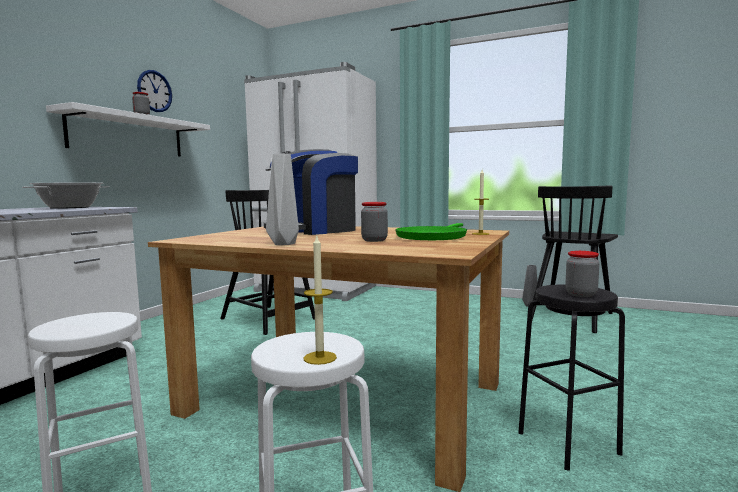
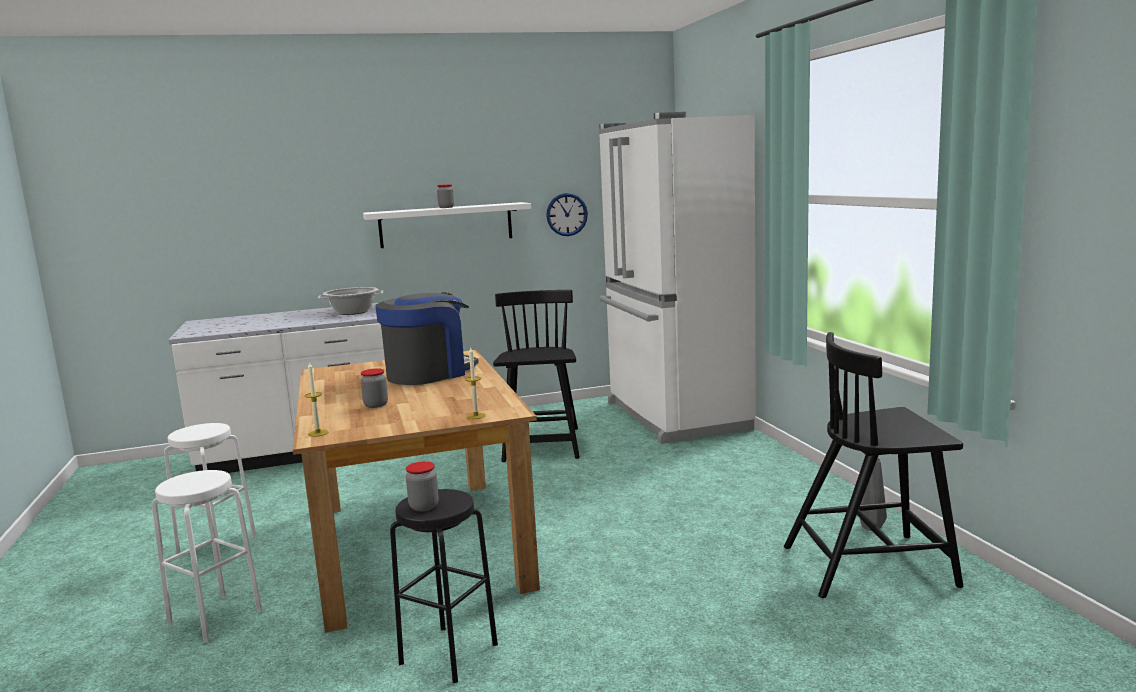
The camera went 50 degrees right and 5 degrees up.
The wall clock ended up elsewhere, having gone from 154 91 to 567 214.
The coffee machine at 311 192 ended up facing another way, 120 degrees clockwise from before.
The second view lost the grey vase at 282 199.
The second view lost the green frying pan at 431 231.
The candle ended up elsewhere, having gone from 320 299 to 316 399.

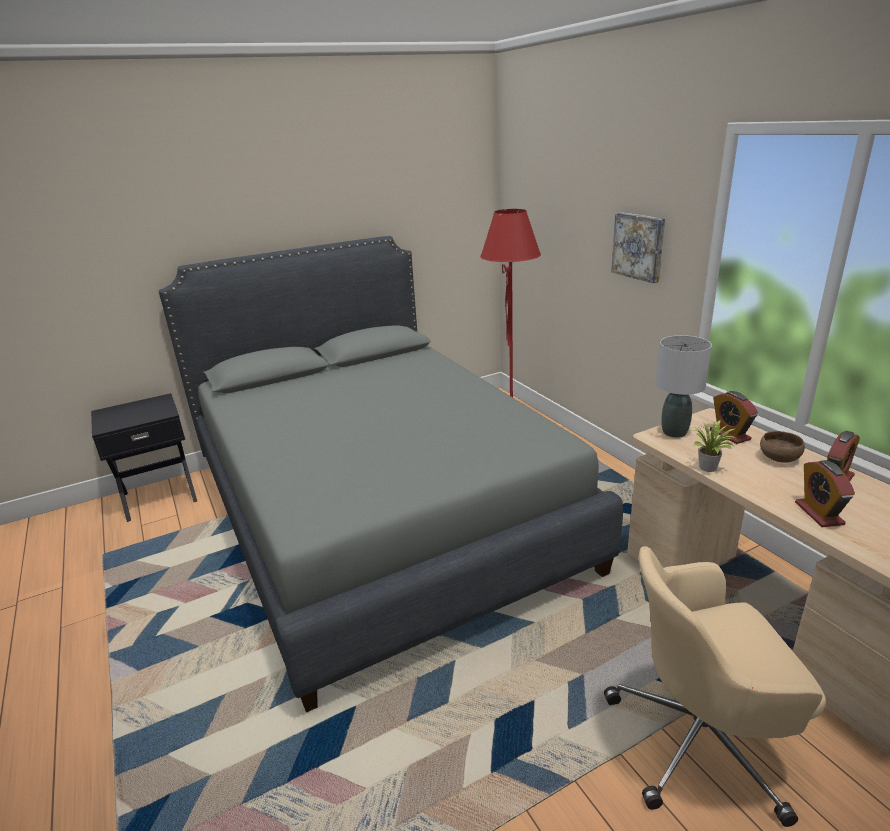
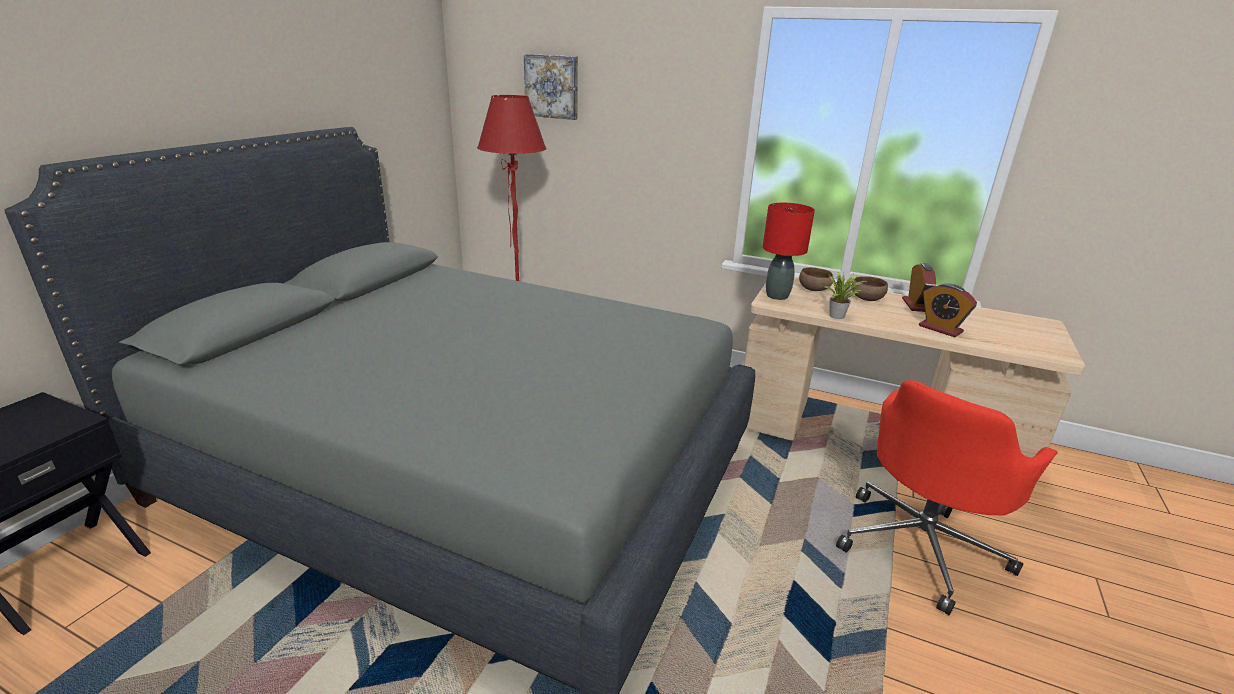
The camera went 40 degrees left and 0 degrees up.
The picture ended up elsewhere, having gone from 638 247 to 551 87.
What was the grey table lamp at 684 386 turned into the red table lamp at 789 251.
Where the alarm clock stood at 734 417, the brown bowl came to stand at 816 279.
What was the beige office chair at 715 686 turned into the red office chair at 947 497.

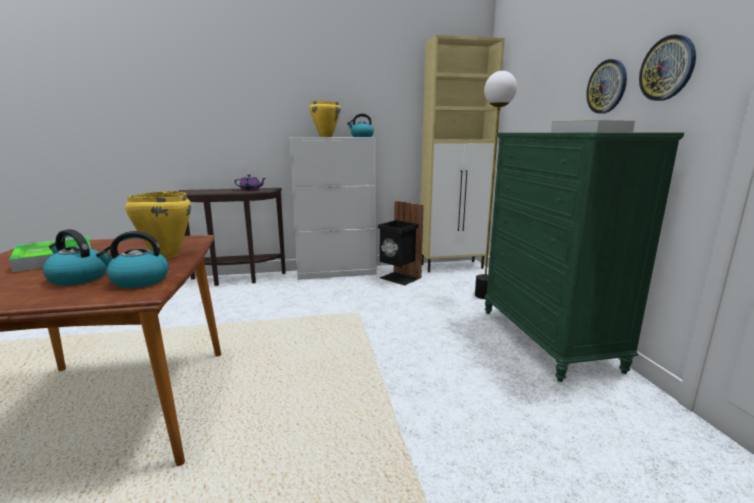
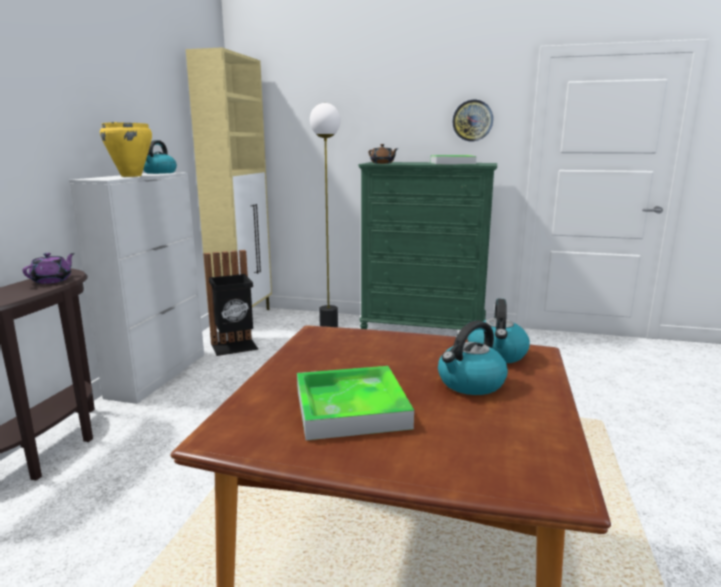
The camera went 65 degrees left and 0 degrees up.
The second view lost the wall clock at 606 86.
The second view lost the yellow cooking pot at 158 225.
The second view gained the brown teapot at 384 154.

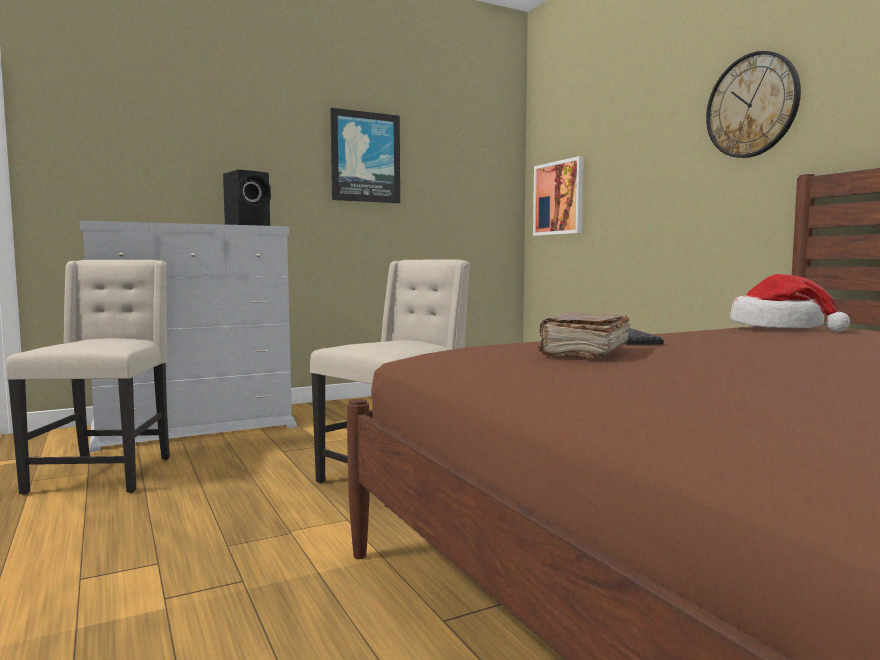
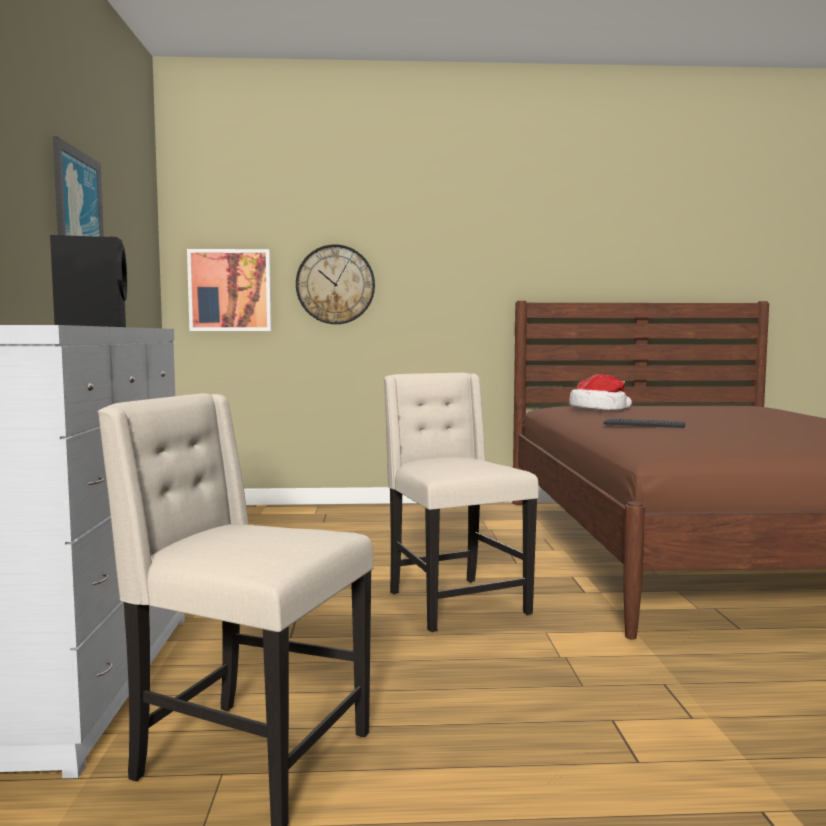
The camera went 65 degrees left and 0 degrees up.
The wall clock ended up elsewhere, having gone from 753 104 to 335 284.
The second view lost the brown book at 584 335.

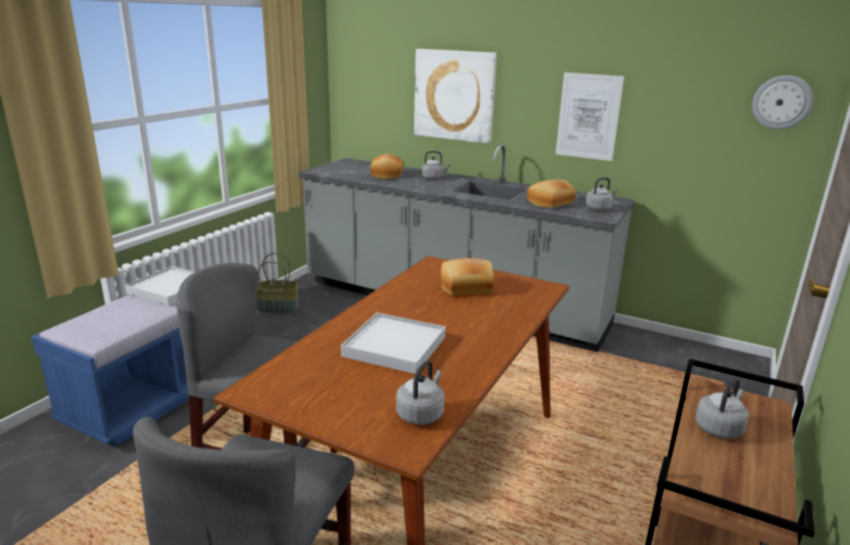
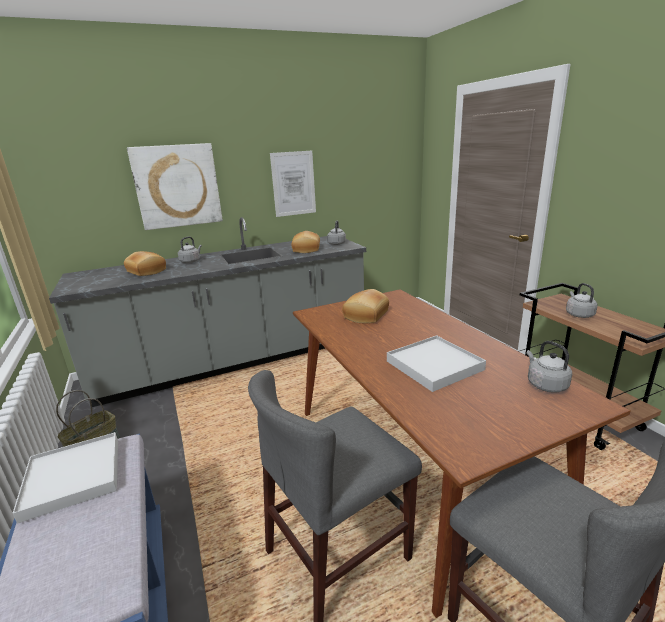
The camera went 50 degrees left and 0 degrees up.
The second view lost the wall clock at 782 102.

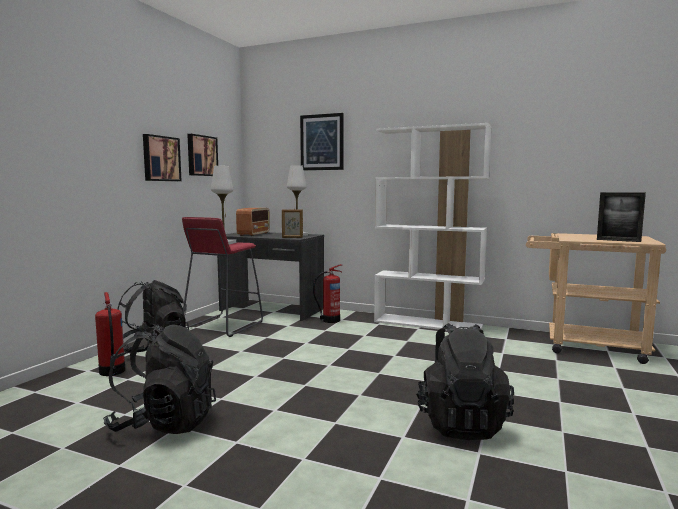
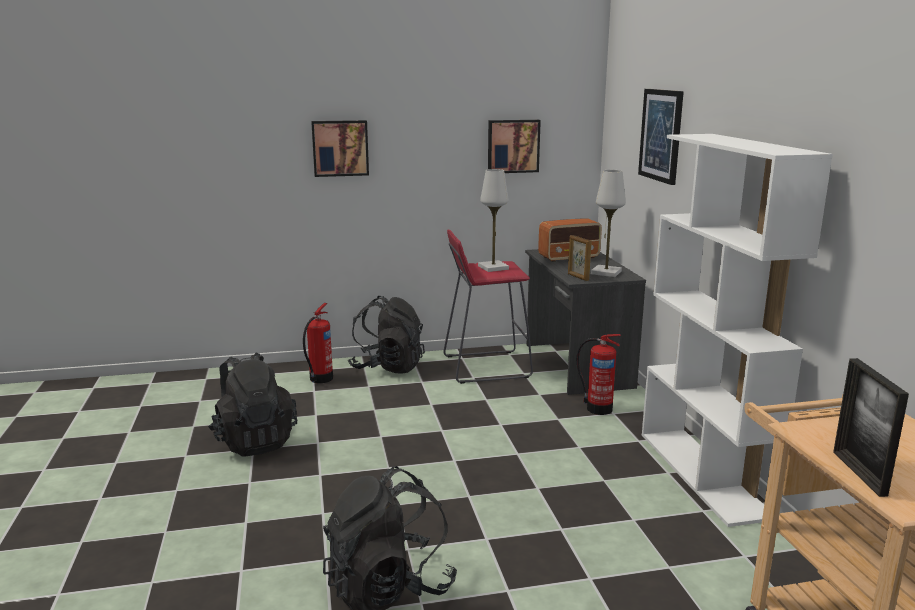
The camera went 55 degrees right and 10 degrees up.
The picture ended up elsewhere, having gone from 162 157 to 340 148.

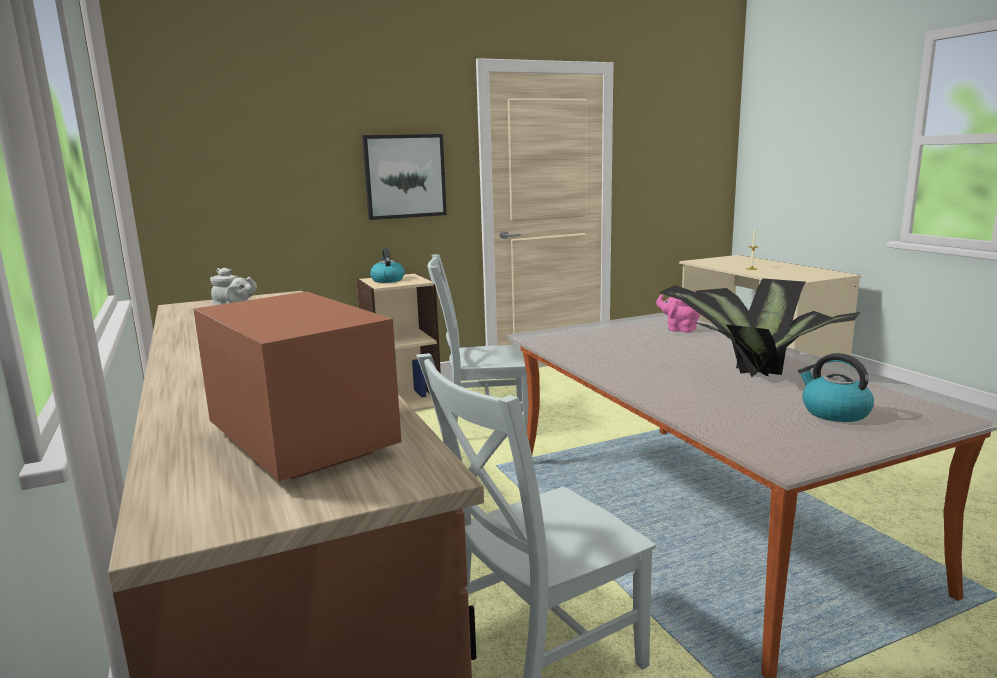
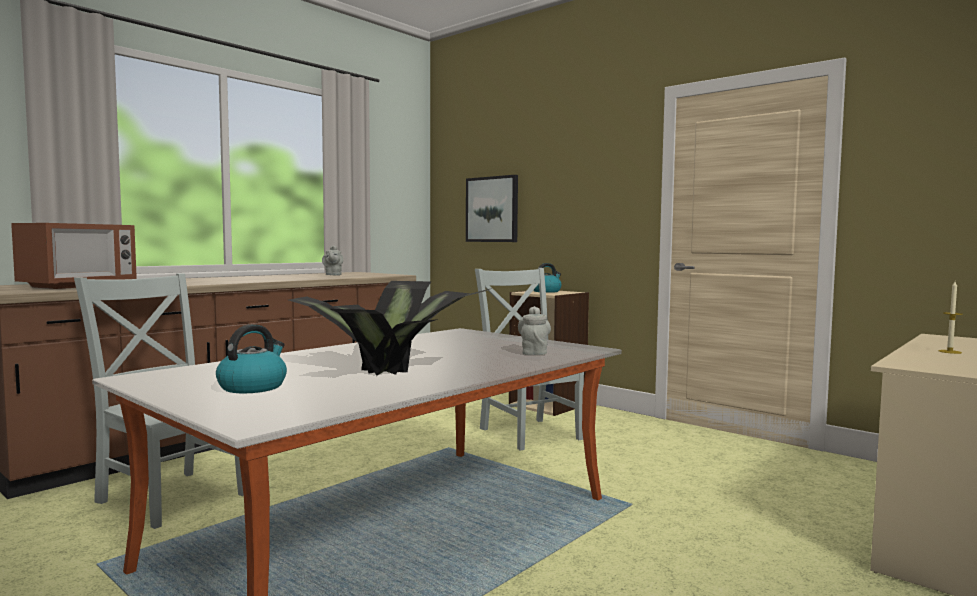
The camera went 65 degrees right and 10 degrees down.
The picture ended up elsewhere, having gone from 404 177 to 492 208.
What was the pink teapot at 678 312 turned into the grey teapot at 534 330.

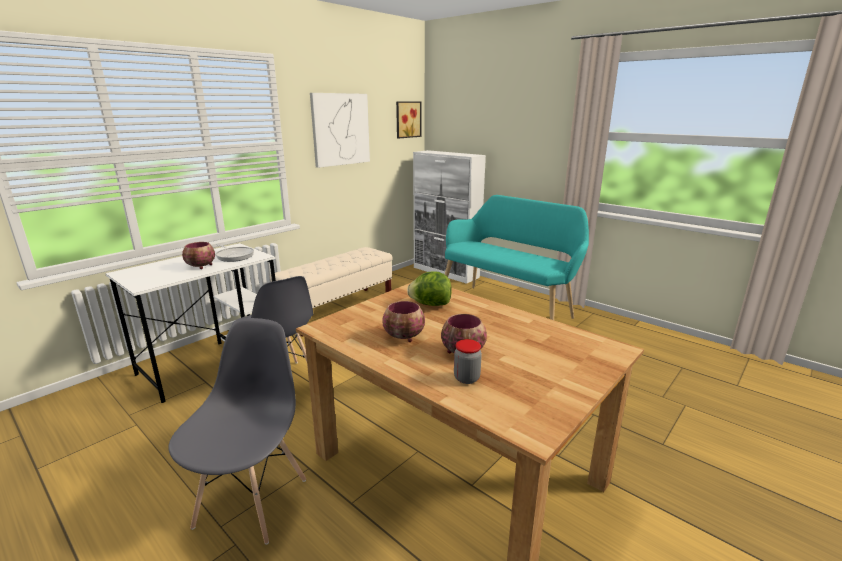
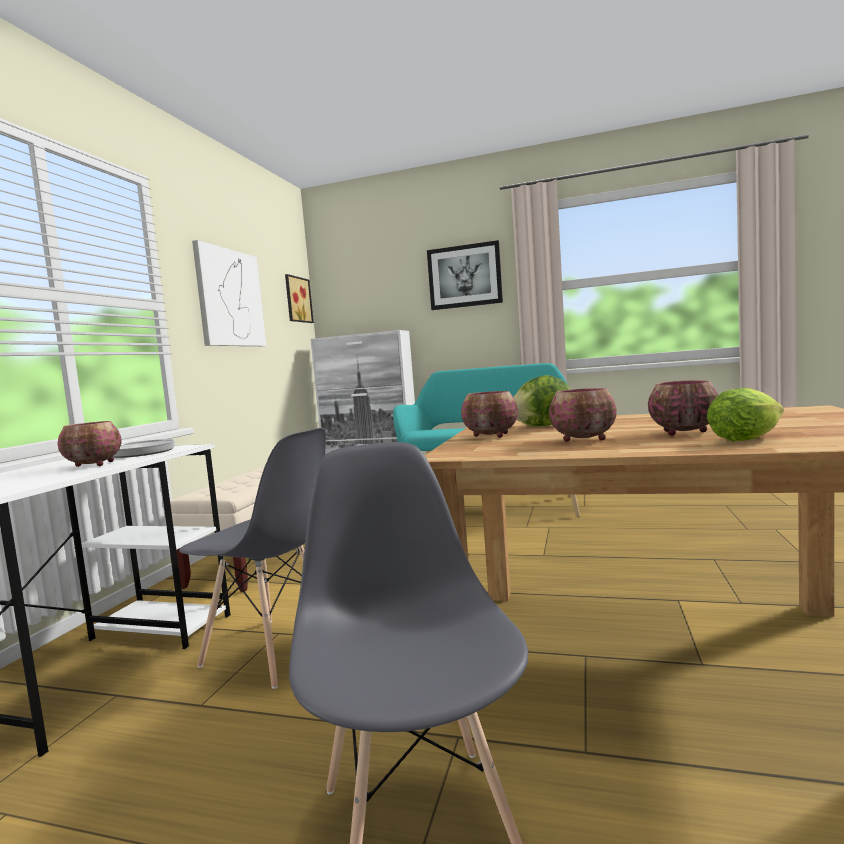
The camera went 25 degrees left and 15 degrees down.
Where the jar stood at 468 361, the lettuce came to stand at 745 414.
The second view gained the picture at 465 275.
The second view gained the bowl at 489 414.

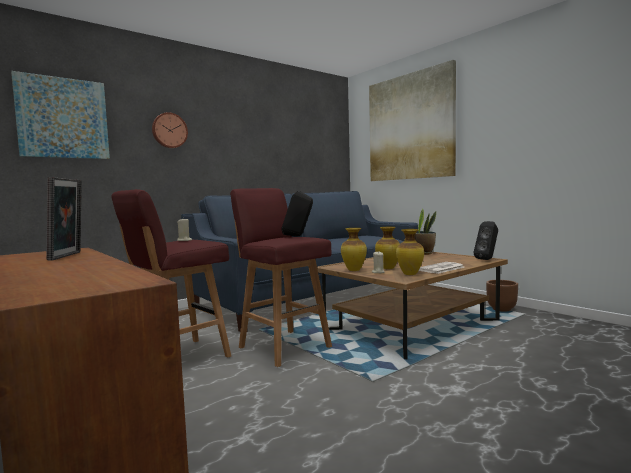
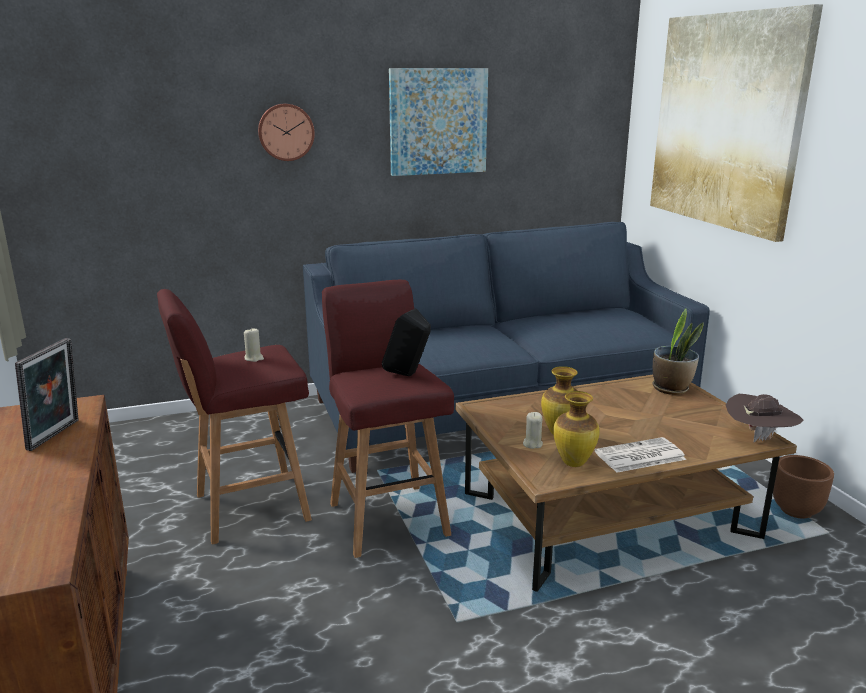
The camera went 20 degrees right and 15 degrees up.
The picture ended up elsewhere, having gone from 60 115 to 438 122.
Where the black speaker stood at 486 240, the brown hat came to stand at 765 418.
The second view lost the vase at 354 249.

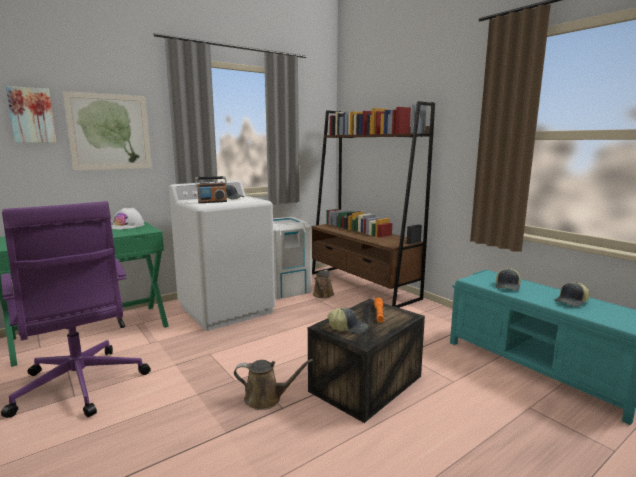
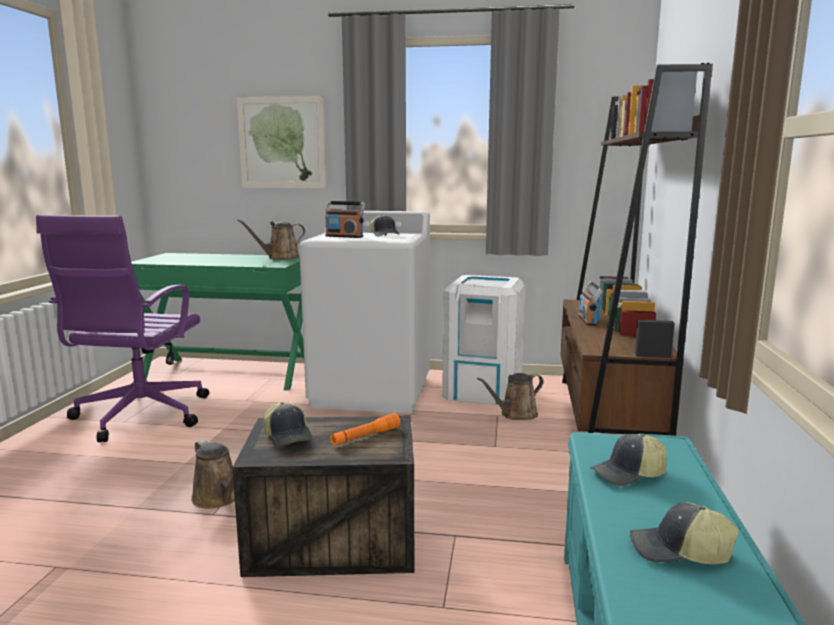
The camera went 45 degrees right and 0 degrees up.
The second view lost the picture at 31 114.
Where the white hard hat stood at 127 219, the brown watering can came to stand at 271 240.
The second view gained the radio at 590 303.

